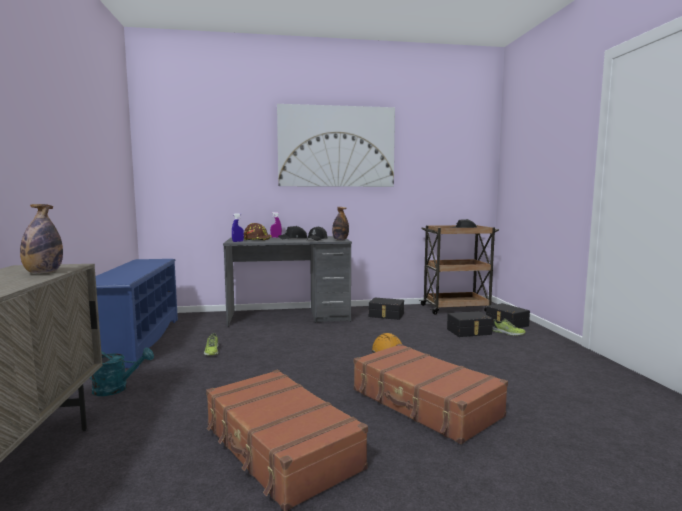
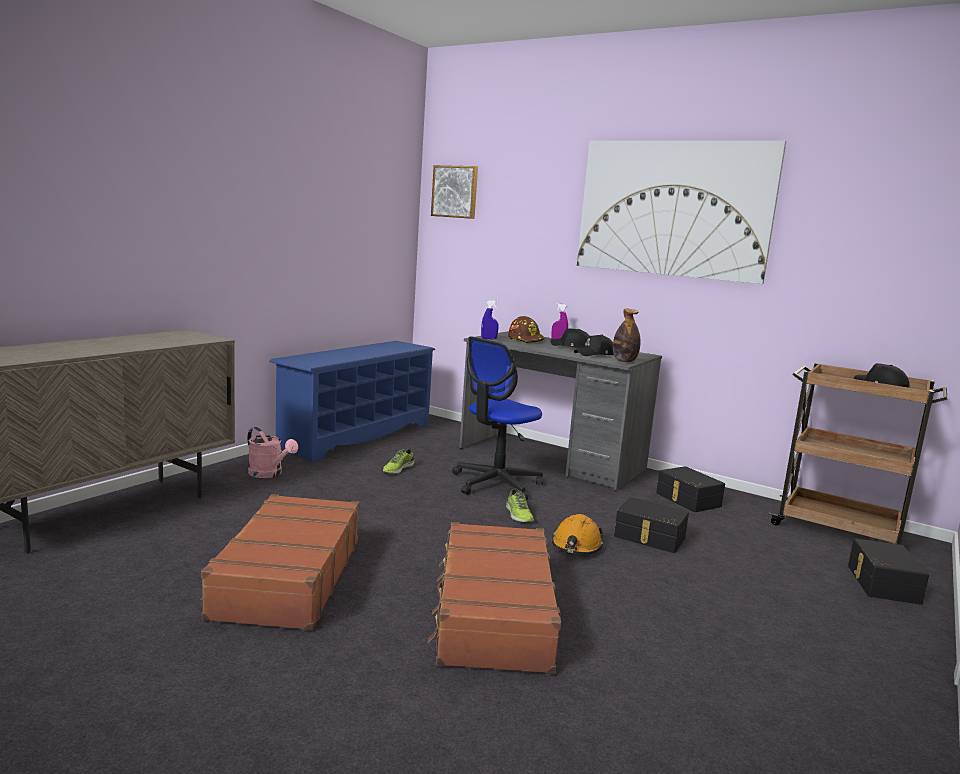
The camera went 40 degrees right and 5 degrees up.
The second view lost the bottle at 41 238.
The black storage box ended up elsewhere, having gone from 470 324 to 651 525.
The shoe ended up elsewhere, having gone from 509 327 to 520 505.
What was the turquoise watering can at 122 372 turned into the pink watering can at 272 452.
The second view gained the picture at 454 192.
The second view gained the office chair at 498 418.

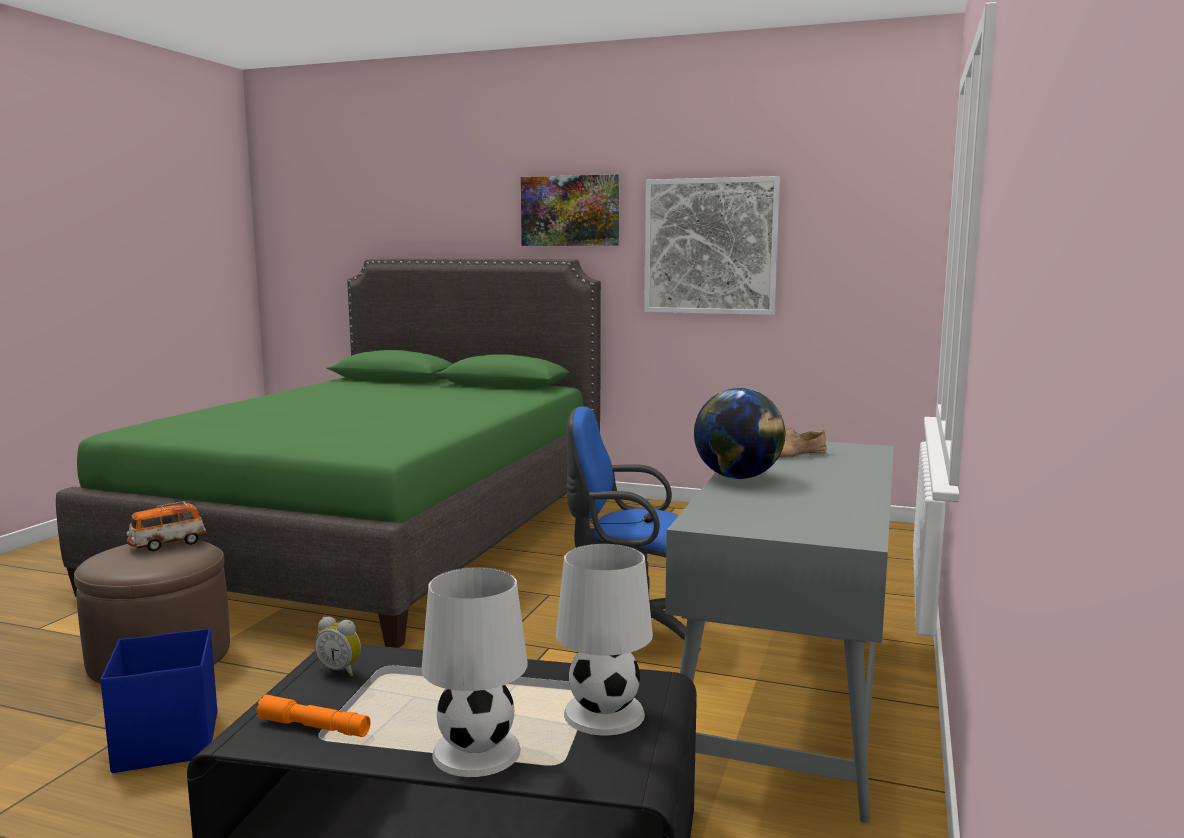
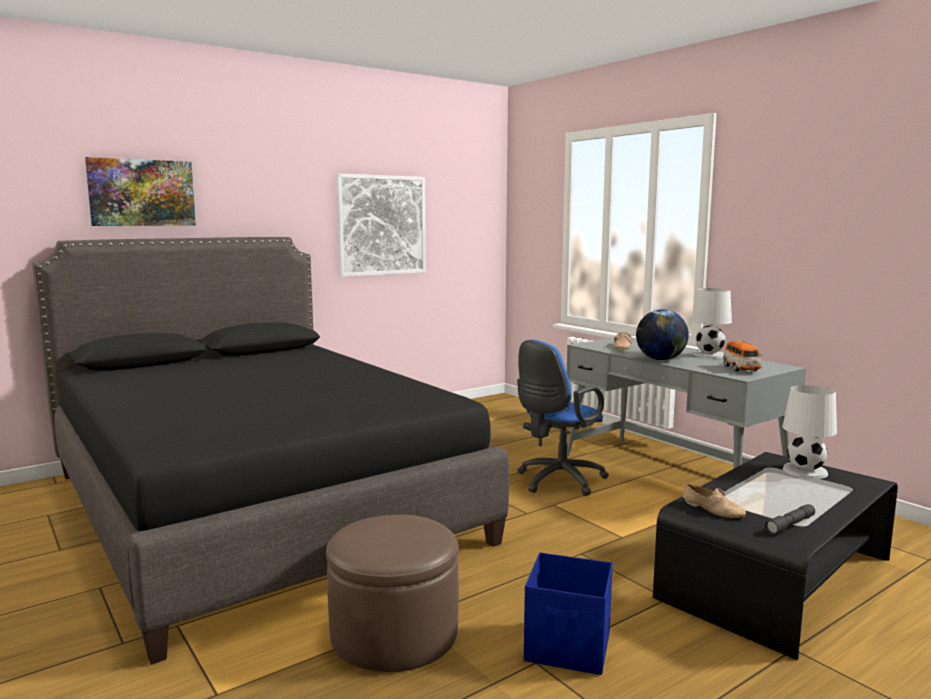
The camera went 55 degrees left and 0 degrees up.
The picture ended up elsewhere, having gone from 570 210 to 140 191.
What was the green bed at 328 453 turned into the black bed at 270 451.
The toy car ended up elsewhere, having gone from 167 526 to 742 355.
The white table lamp ended up elsewhere, having gone from 475 672 to 712 323.
Where the alarm clock stood at 337 646, the beige shoe came to stand at 714 500.
What was the orange flashlight at 313 716 turned into the grey flashlight at 789 519.

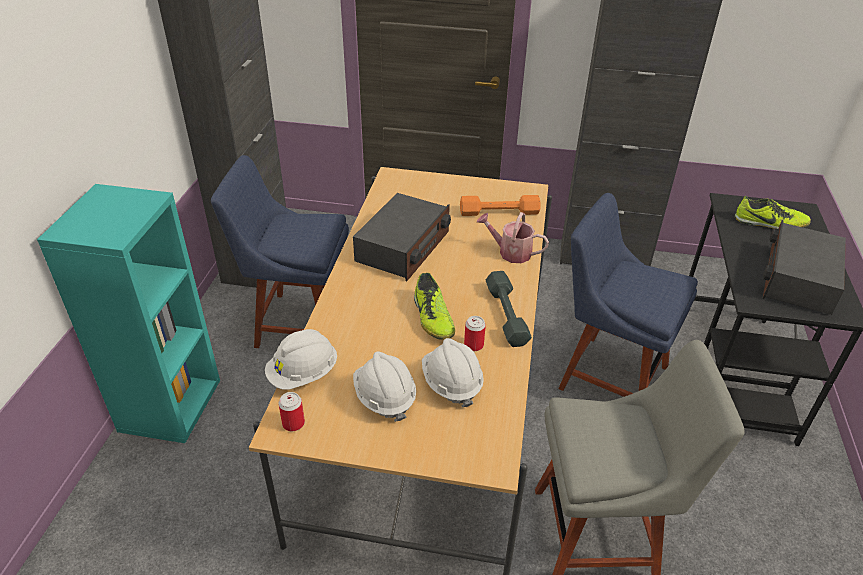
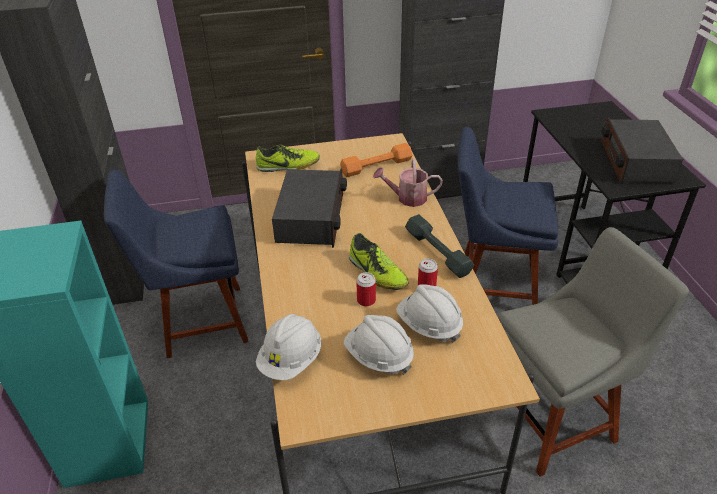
The camera went 20 degrees left and 0 degrees up.
The shoe ended up elsewhere, having gone from 772 212 to 288 158.
The can ended up elsewhere, having gone from 292 411 to 366 289.

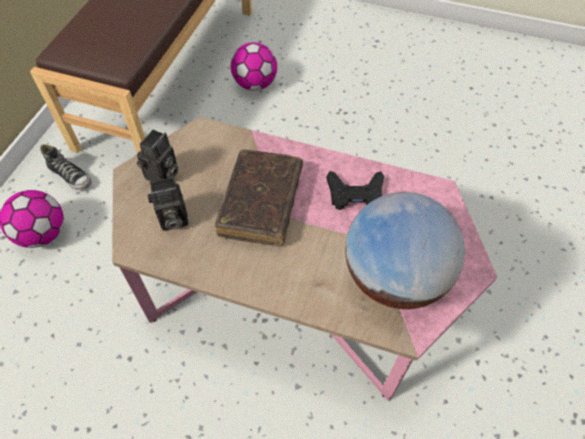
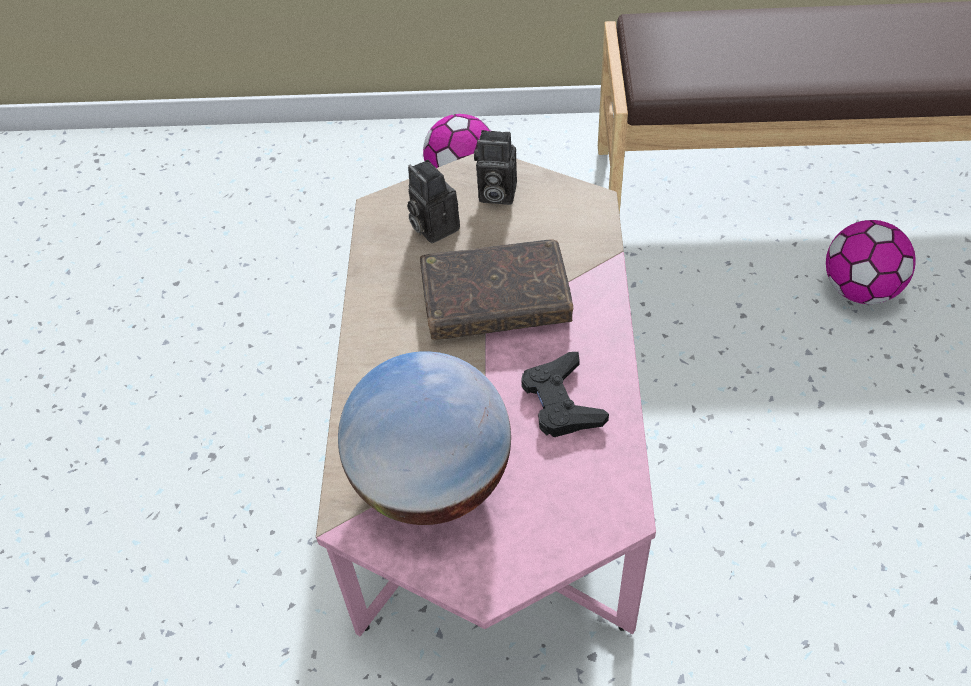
The camera went 75 degrees right and 5 degrees down.
The second view lost the shoe at 66 167.

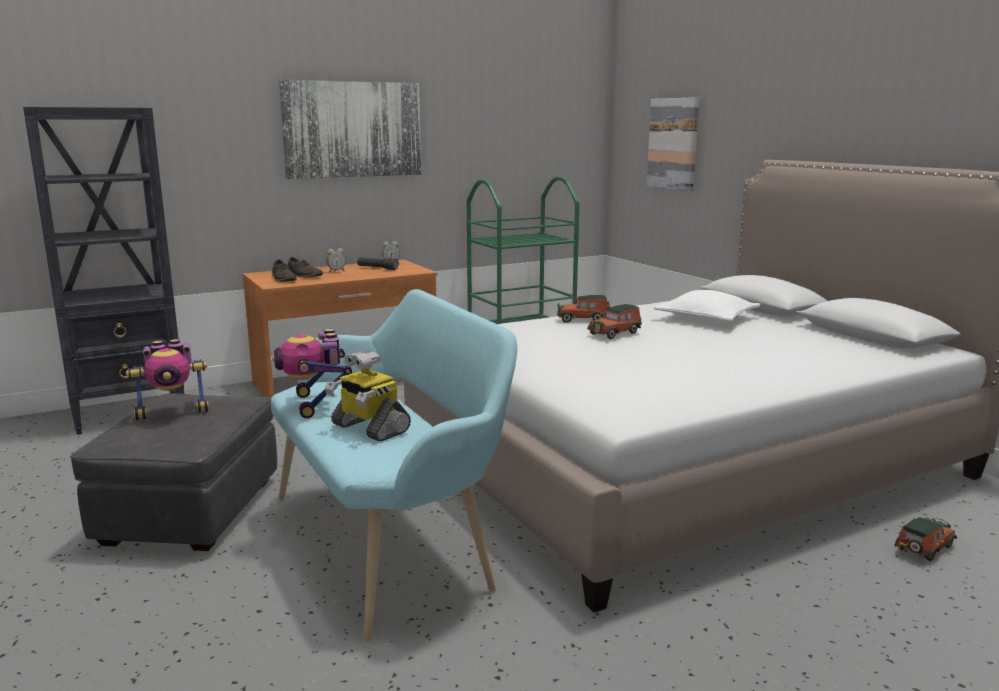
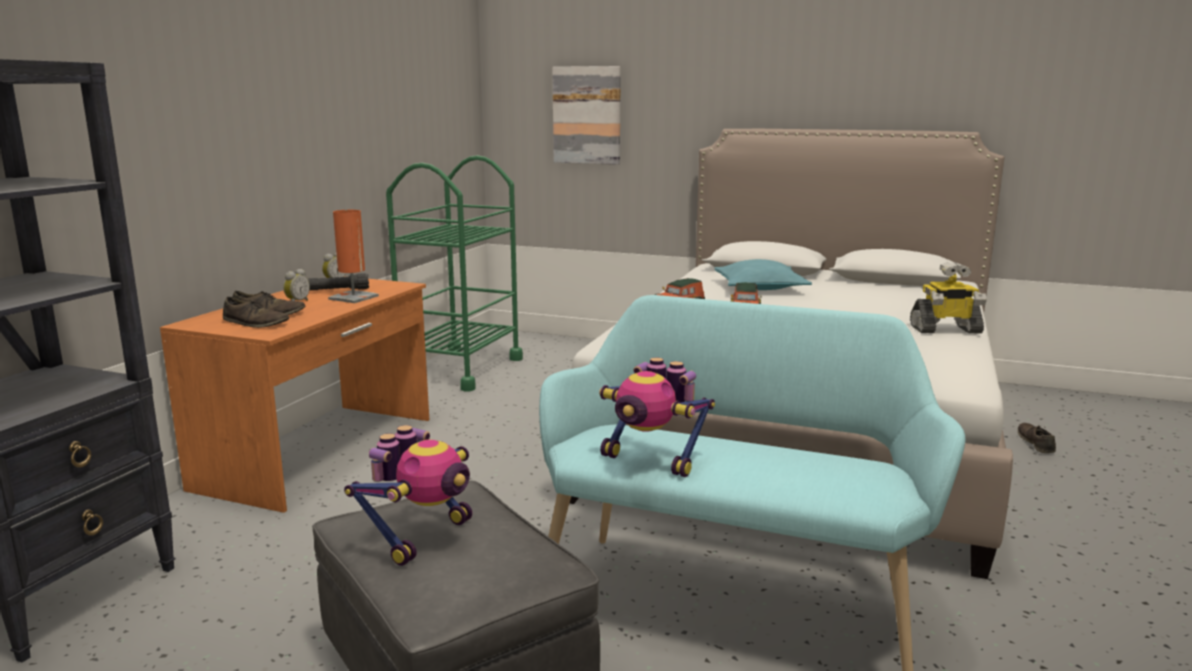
The camera went 40 degrees left and 0 degrees up.
The second view lost the picture at 350 129.
What was the white pillow at 707 306 turned into the turquoise pillow at 763 274.
The toy robot ended up elsewhere, having gone from 368 396 to 948 297.
Where the toy car stood at 926 539, the brown shoe came to stand at 1037 438.
The second view gained the orange table lamp at 353 256.

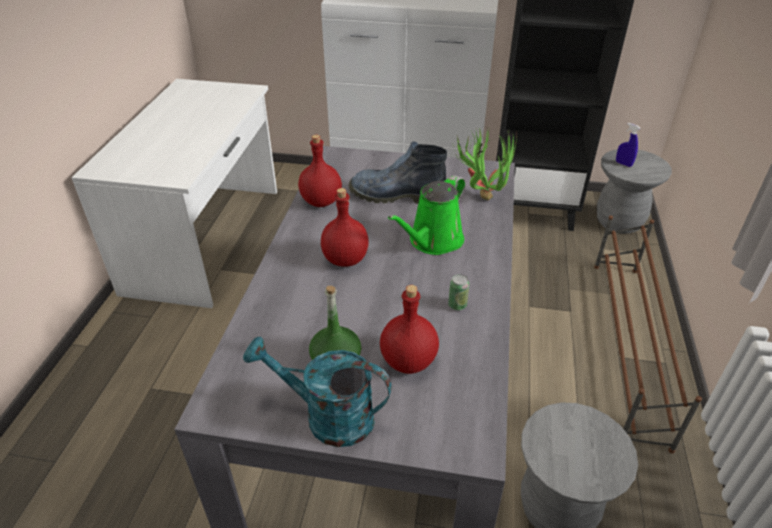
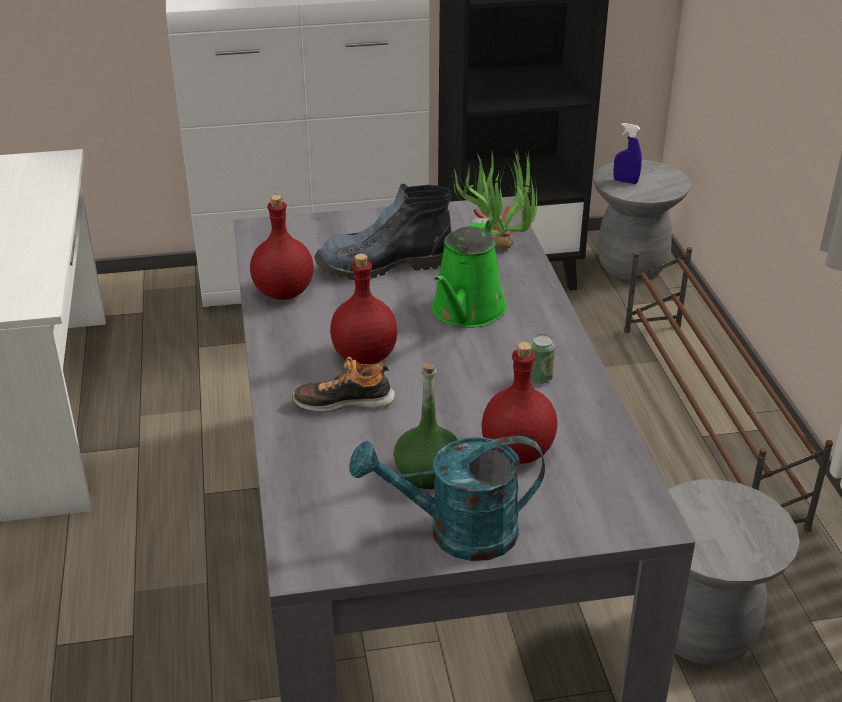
The camera went 20 degrees left and 5 degrees down.
The second view gained the shoe at 343 384.

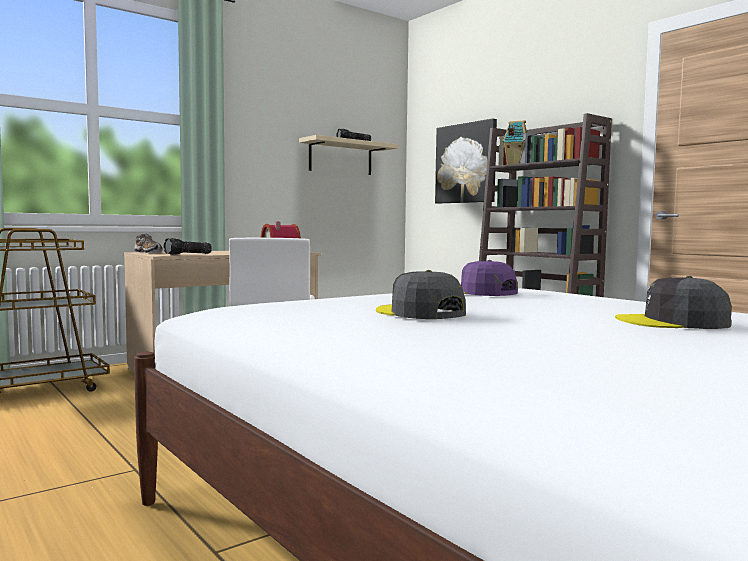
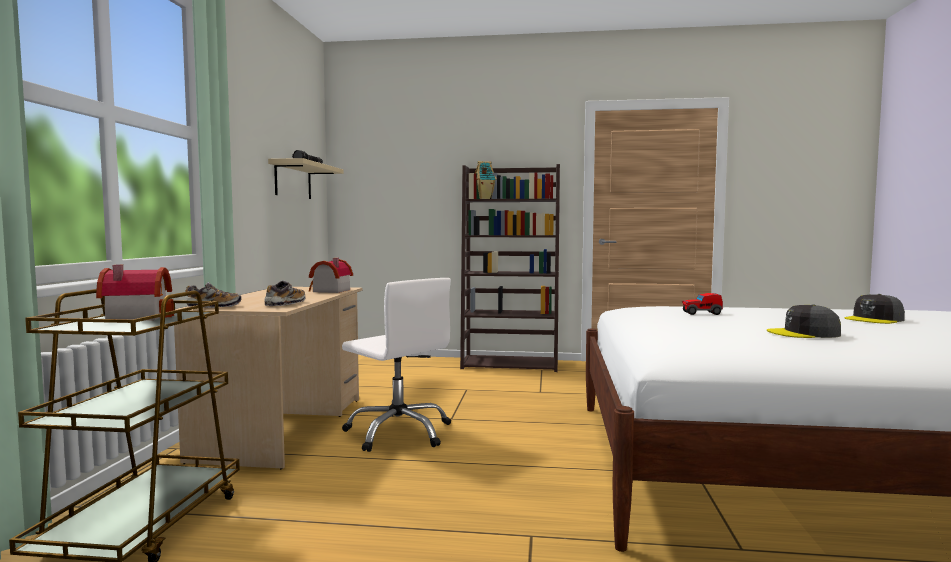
The camera went 45 degrees left and 0 degrees up.
The second view lost the picture at 466 161.
Where the flashlight stood at 188 246, the shoe came to stand at 285 293.
Where the purple cap stood at 489 278, the toy car came to stand at 702 304.
The second view gained the toy house at 135 292.

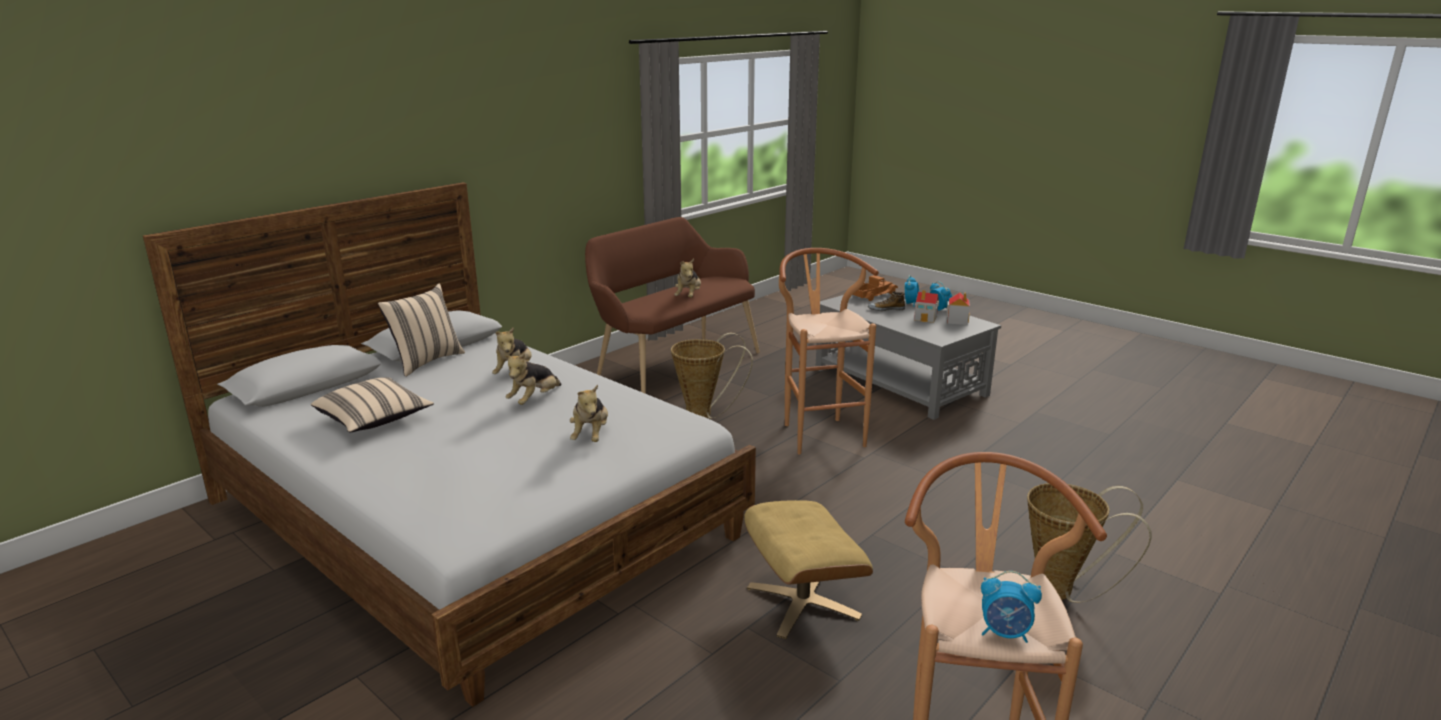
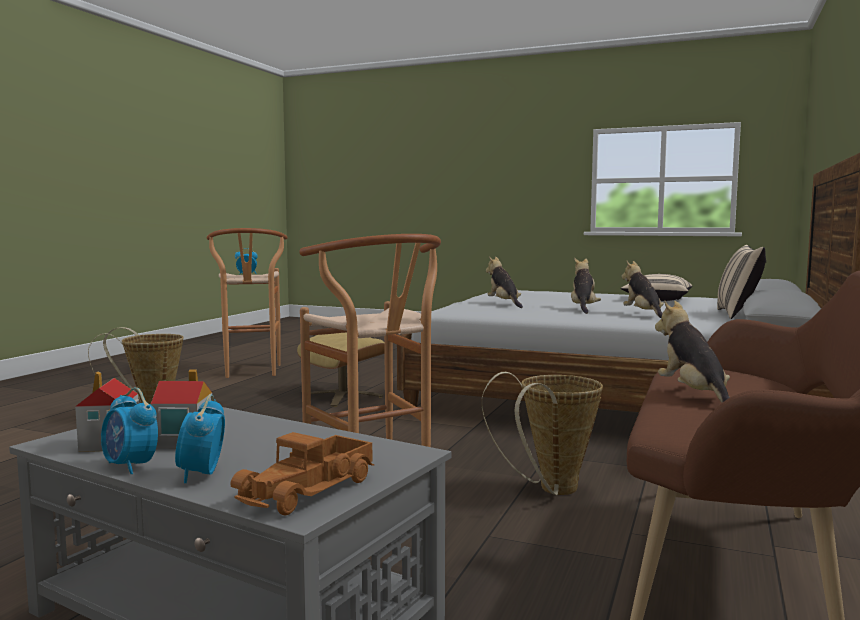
The camera went 160 degrees right and 15 degrees down.
The second view lost the shoe at 886 301.

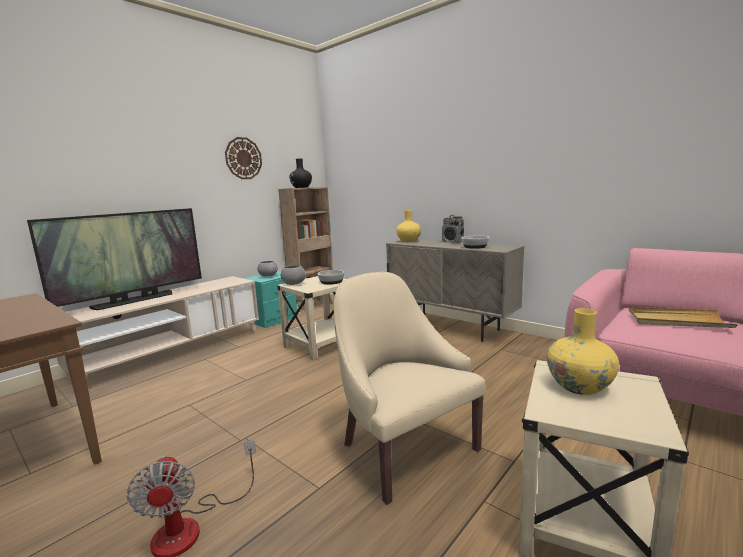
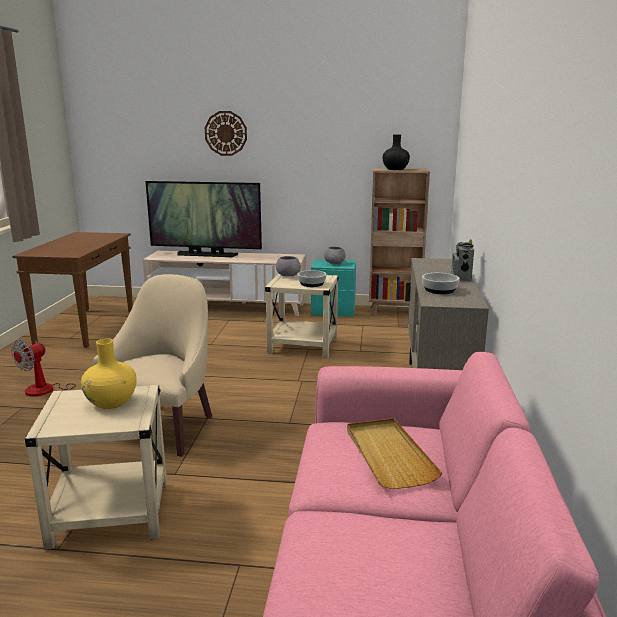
The camera went 55 degrees right and 5 degrees up.
The wall clock ended up elsewhere, having gone from 243 158 to 226 133.
The second view lost the yellow vase at 408 226.

